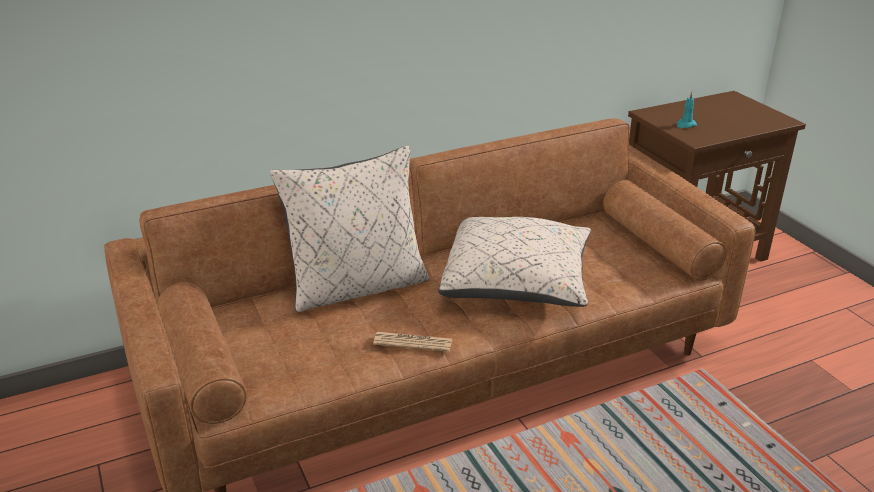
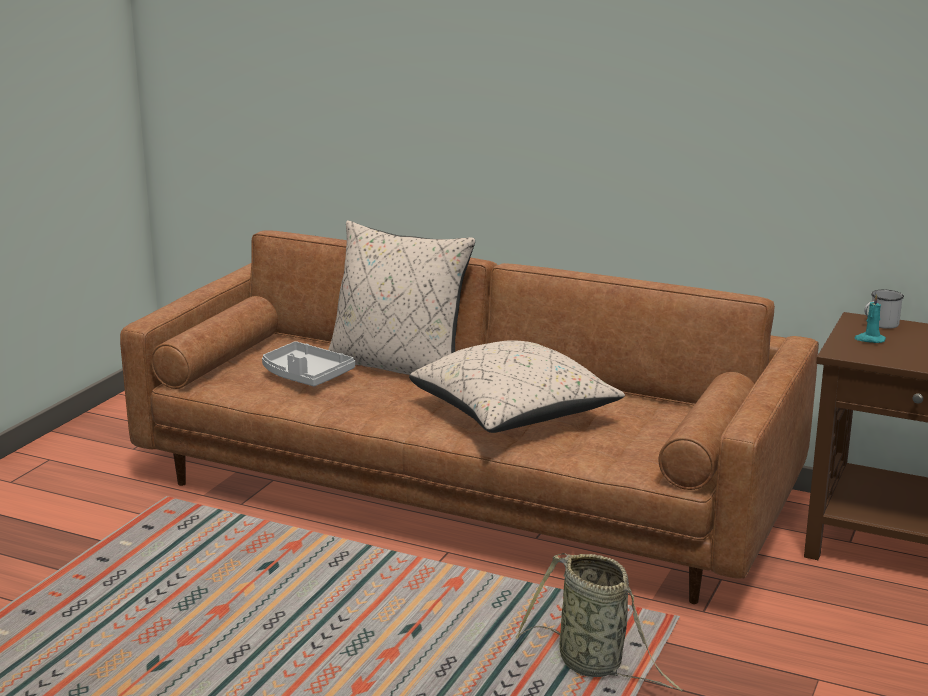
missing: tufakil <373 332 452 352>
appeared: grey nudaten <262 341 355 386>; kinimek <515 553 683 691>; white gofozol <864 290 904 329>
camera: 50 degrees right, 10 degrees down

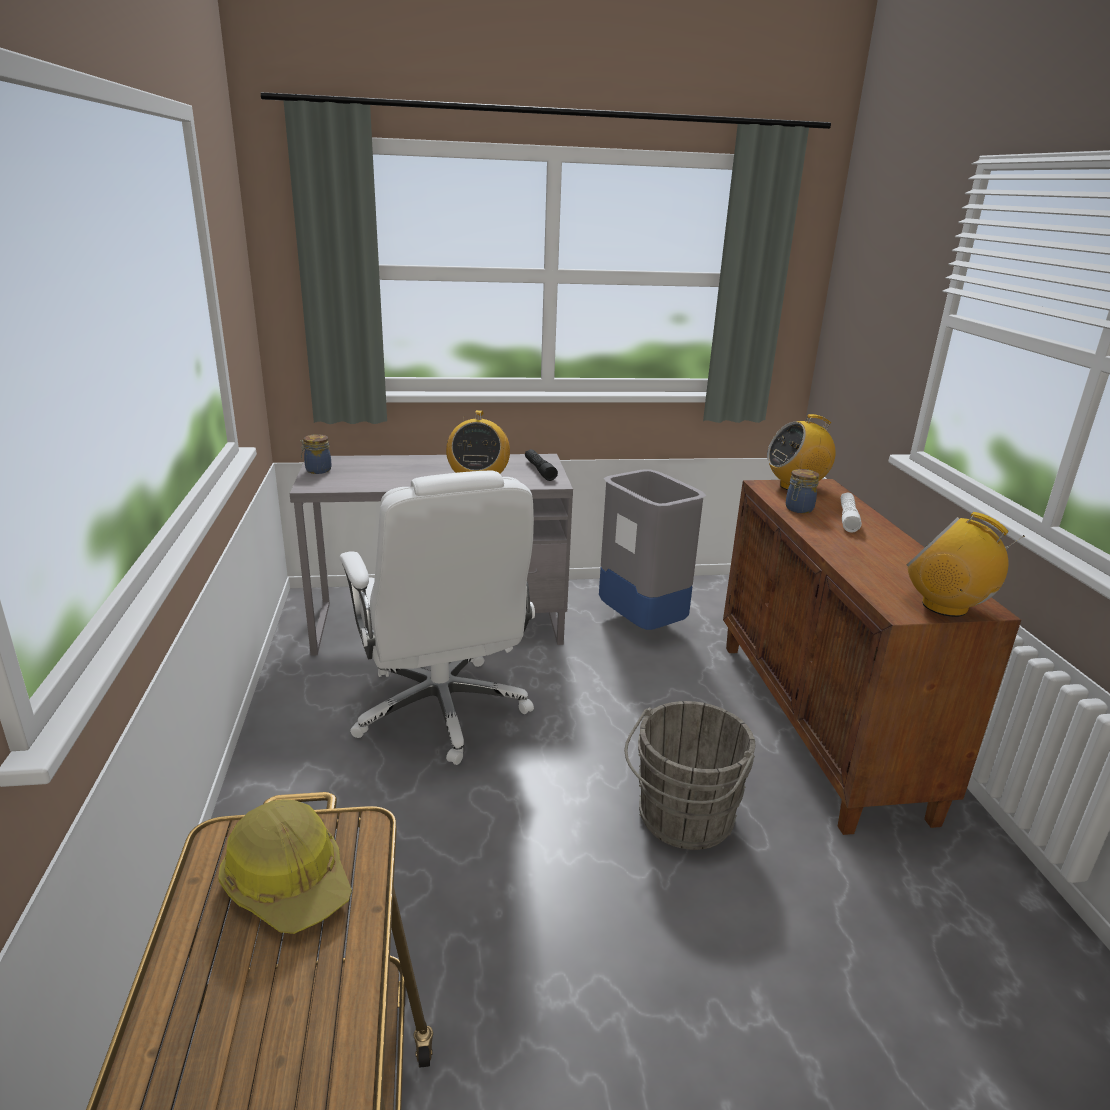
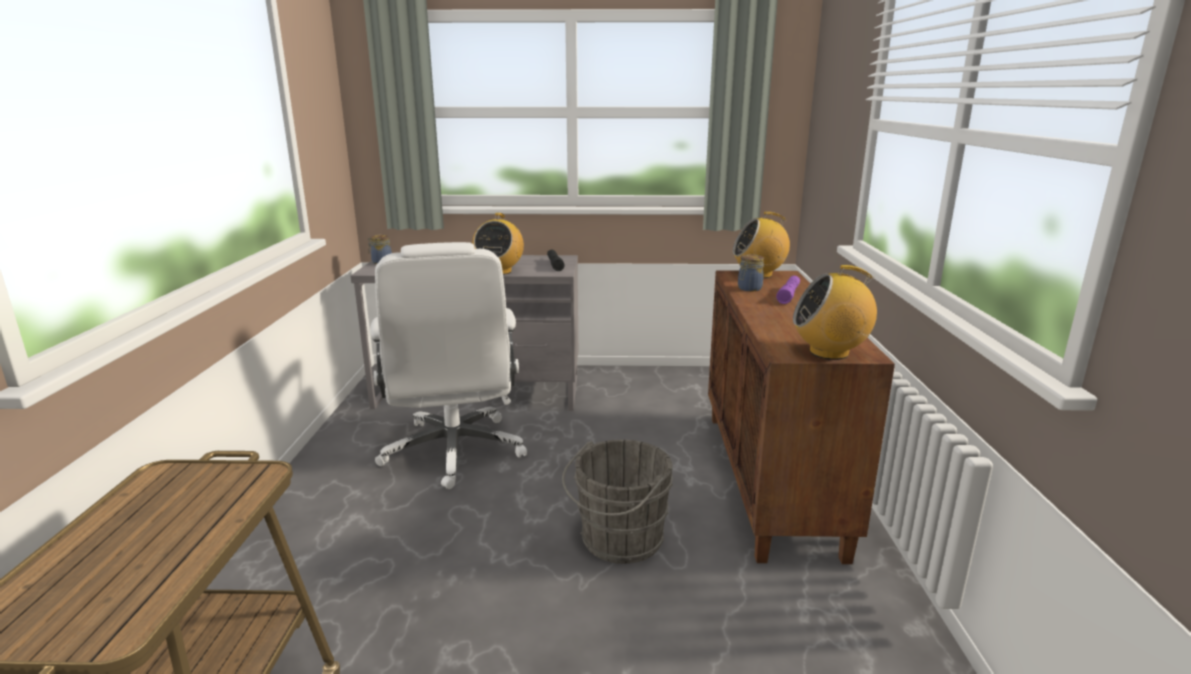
missing: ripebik <218 799 352 934>; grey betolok <599 469 707 630>
colour: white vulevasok <841 493 862 532> to purple vulevasok <776 276 800 304>
spun: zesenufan <907 512 1025 617> = <793 265 877 360> 45 degrees counterclockwise
camera: 10 degrees right, 5 degrees down

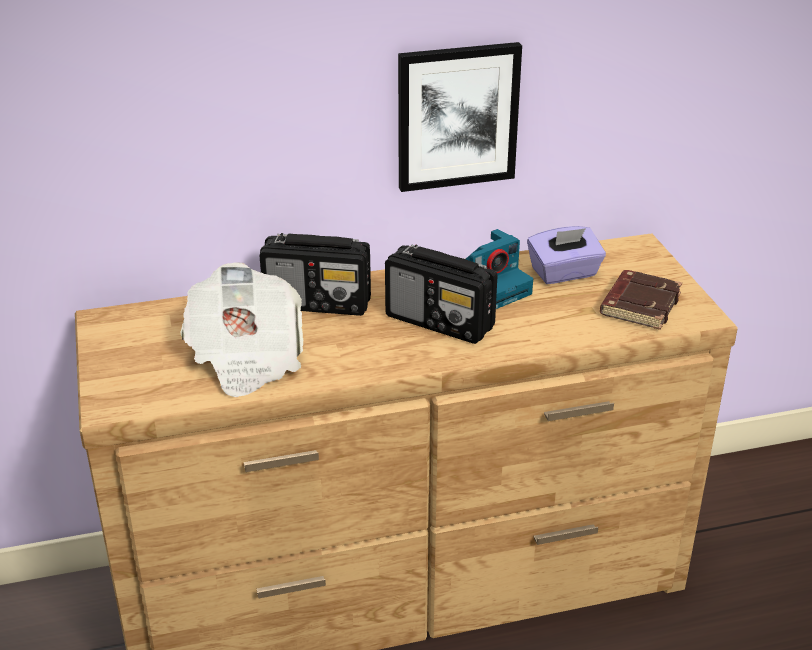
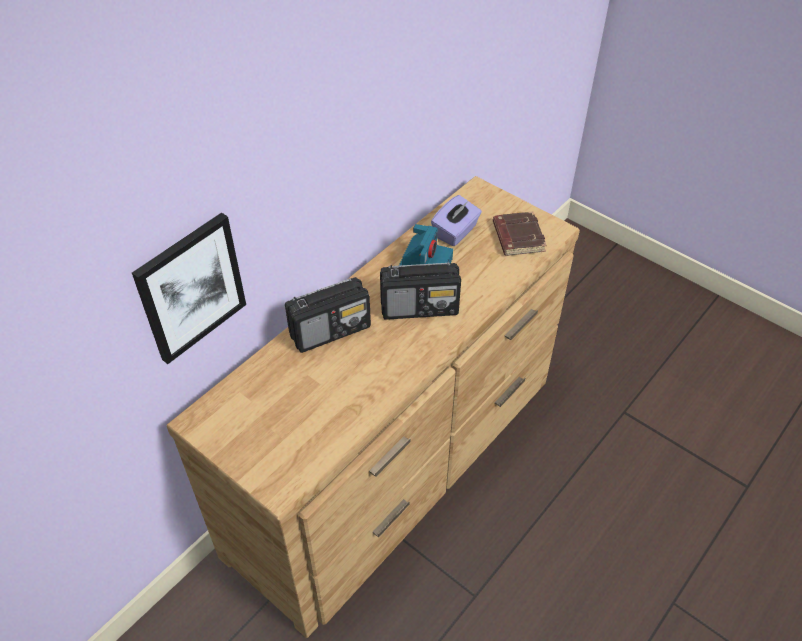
missing: tufakil <180 263 303 397>
relocated: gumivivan <398 42 522 192> to <132 213 246 364>
camera: 35 degrees left, 15 degrees up

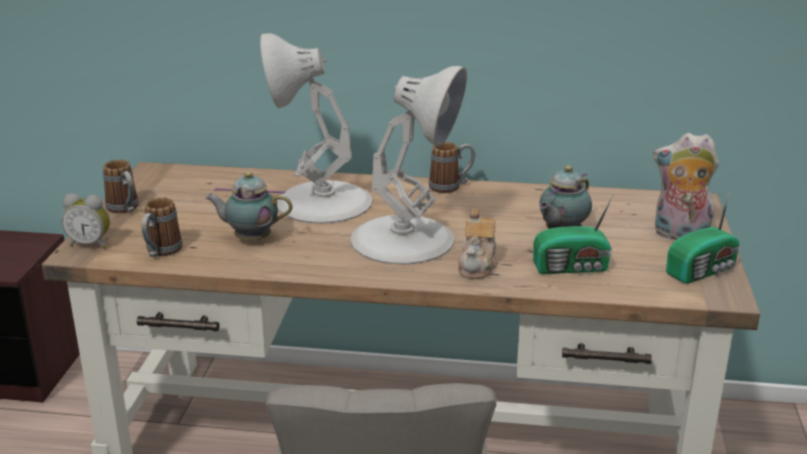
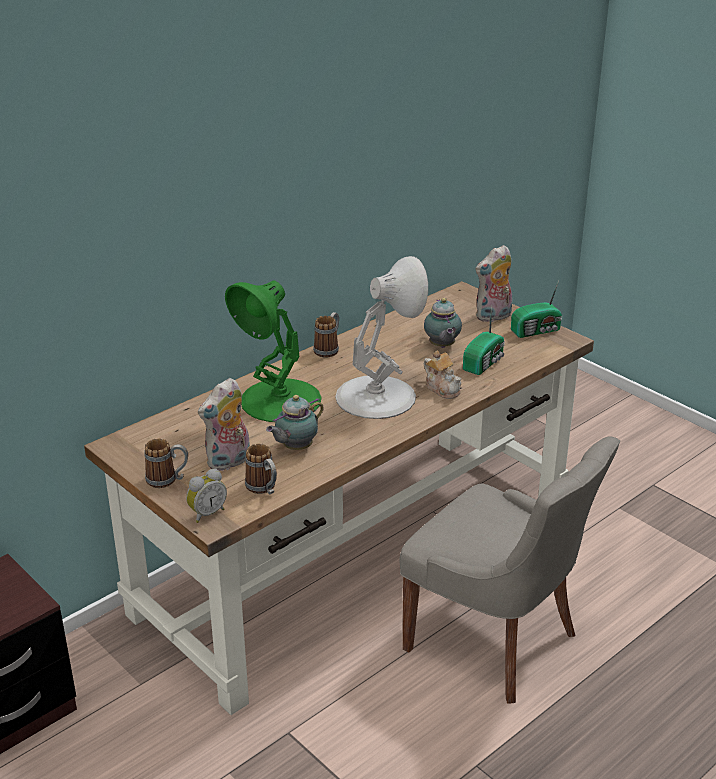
appeared: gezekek <198 378 250 472>
colour: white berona <260 33 372 223> to green berona <225 281 322 422>
spun: zesenufan <666 191 740 284> = <511 280 563 338> 60 degrees clockwise
camera: 50 degrees left, 5 degrees up

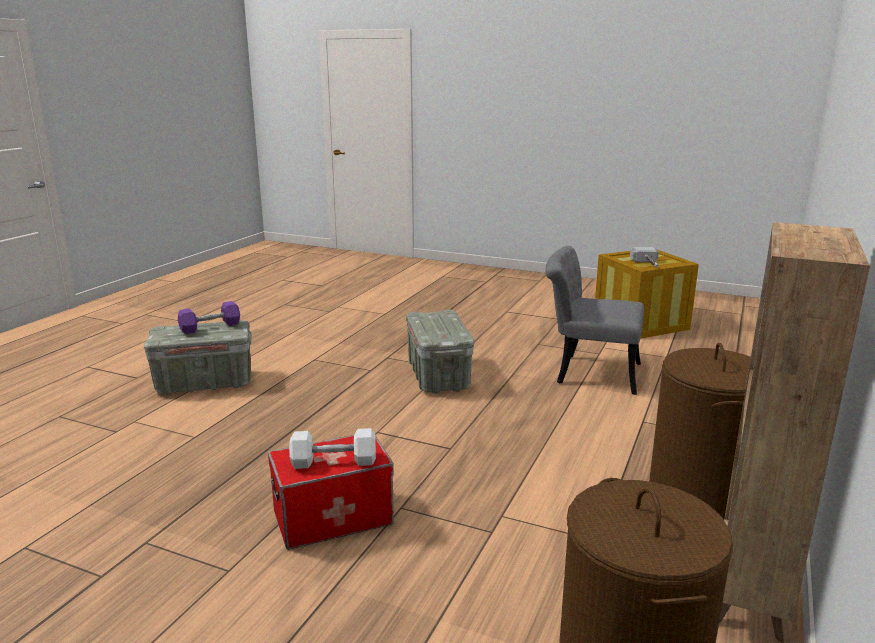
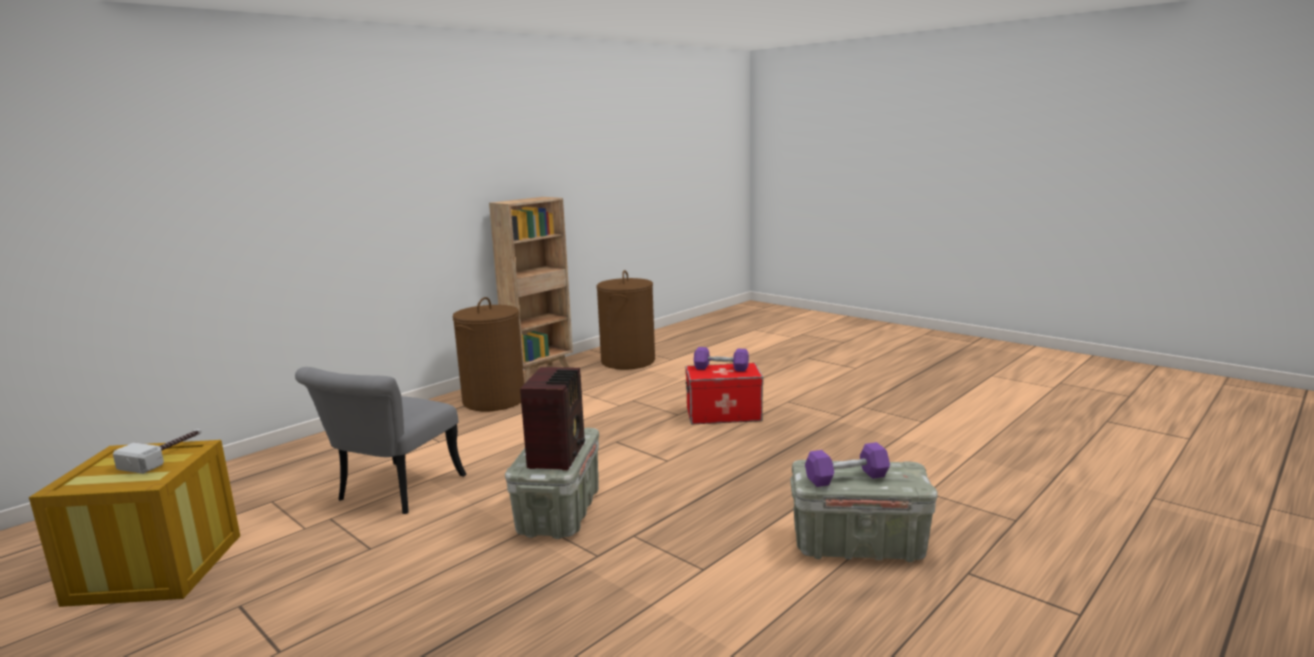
appeared: zesenufan <520 367 585 471>
colour: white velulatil <289 428 376 469> to purple velulatil <694 347 749 372>
spun: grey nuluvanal <545 246 644 395> = <295 367 467 514> 75 degrees clockwise
camera: 160 degrees left, 5 degrees down

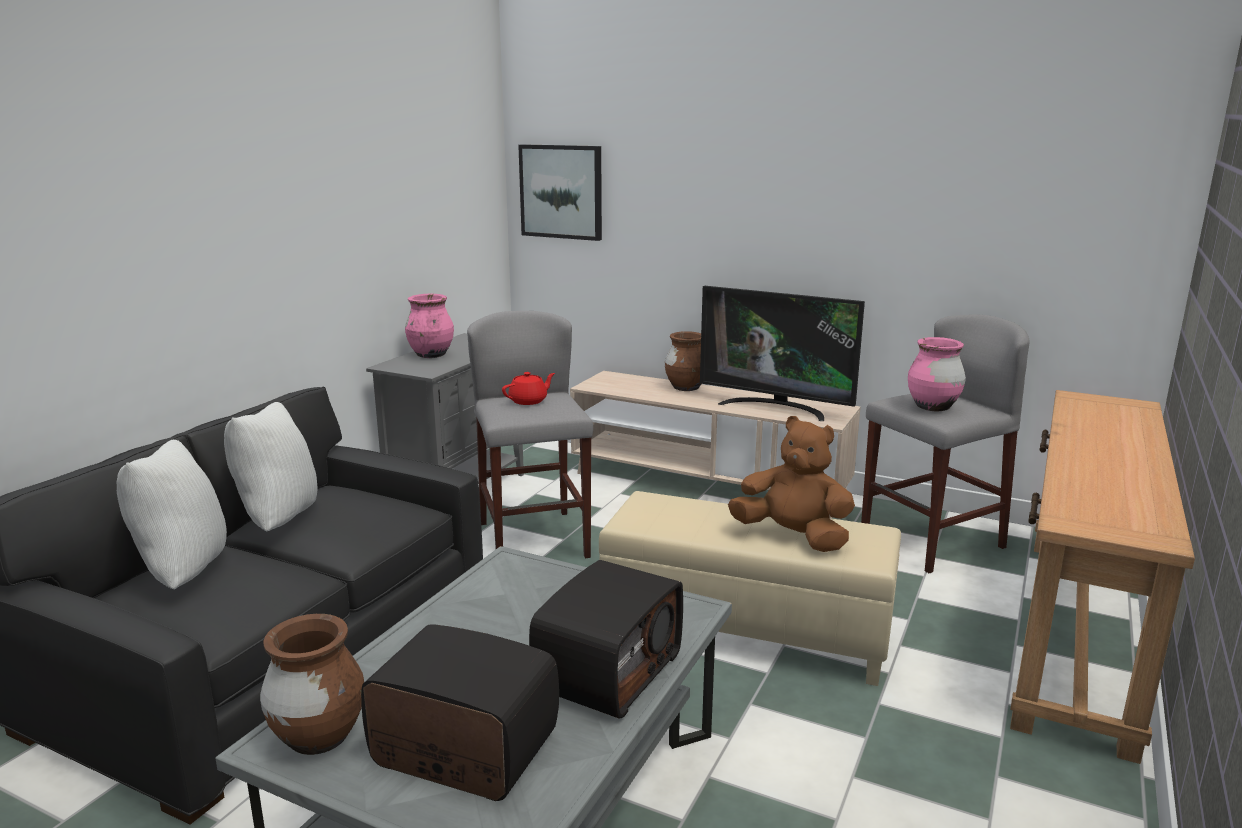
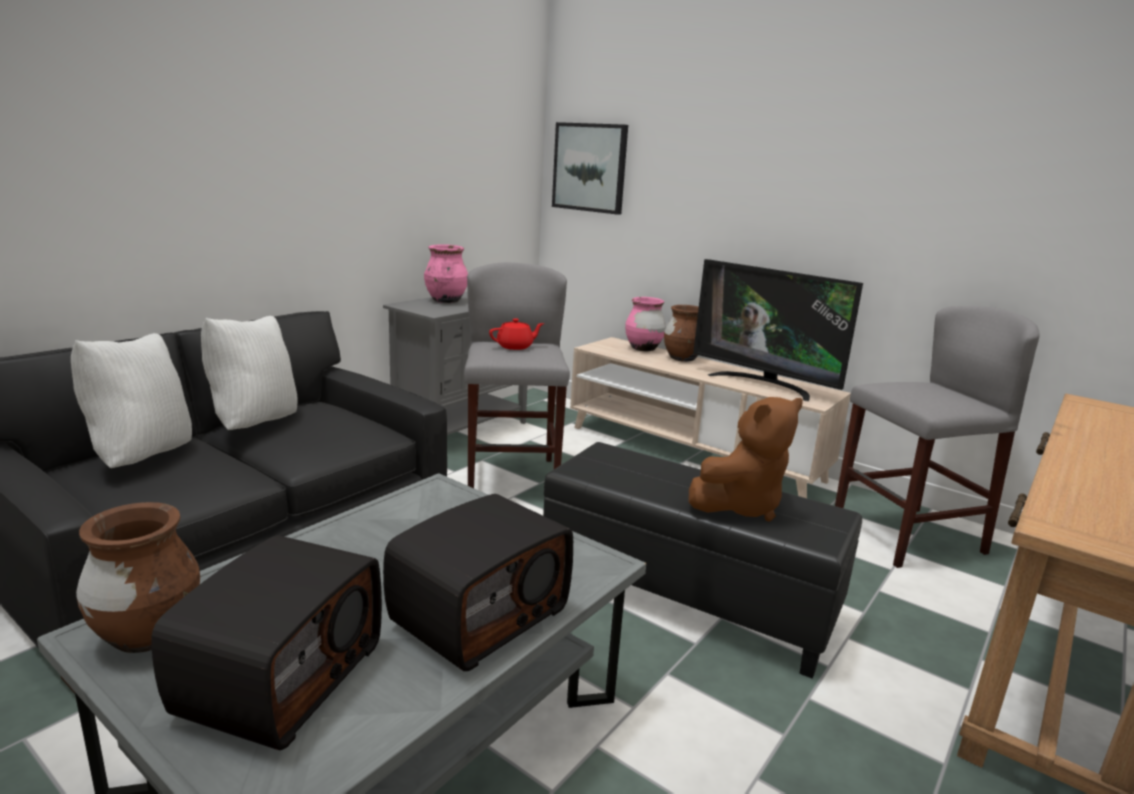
relocated: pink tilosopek <908 337 966 411> to <625 297 666 351>
colour: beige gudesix <599 491 901 686> to black gudesix <543 442 862 679>
spun: zesenufan <361 624 559 801> = <152 535 382 750> 75 degrees clockwise; brown gezekek <728 416 855 552> = <689 397 803 522> 105 degrees clockwise
camera: 10 degrees right, 0 degrees up

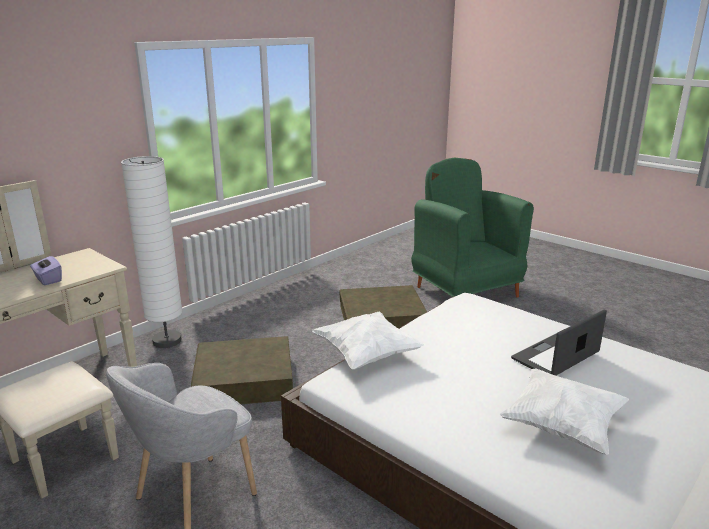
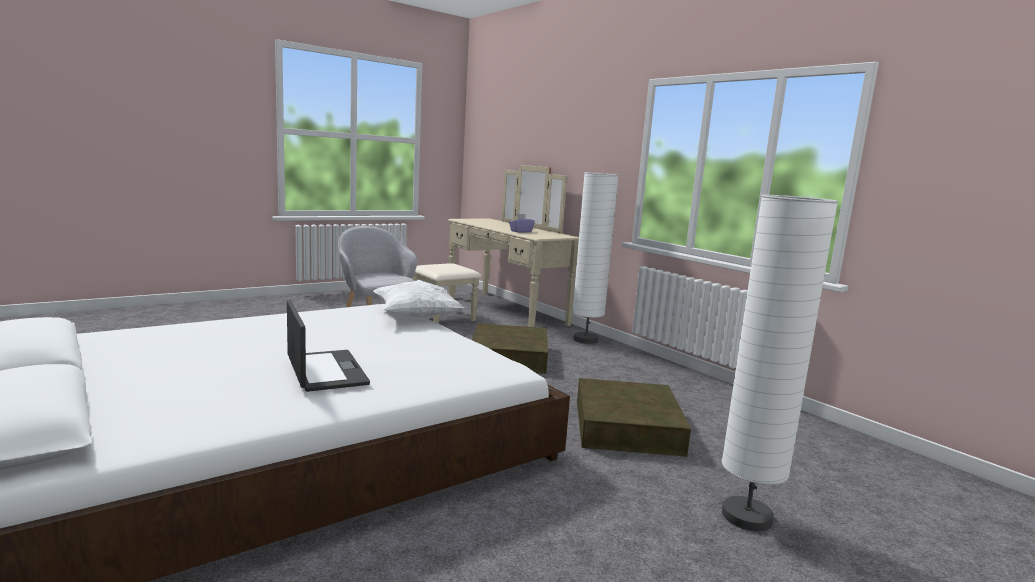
missing: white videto <499 368 629 455>
exchanged: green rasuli <411 158 534 297> to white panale <722 195 838 531>
camera: 100 degrees right, 10 degrees down

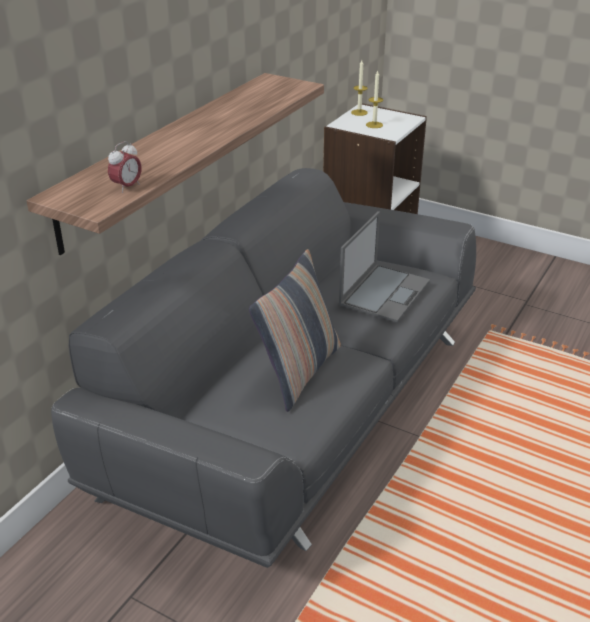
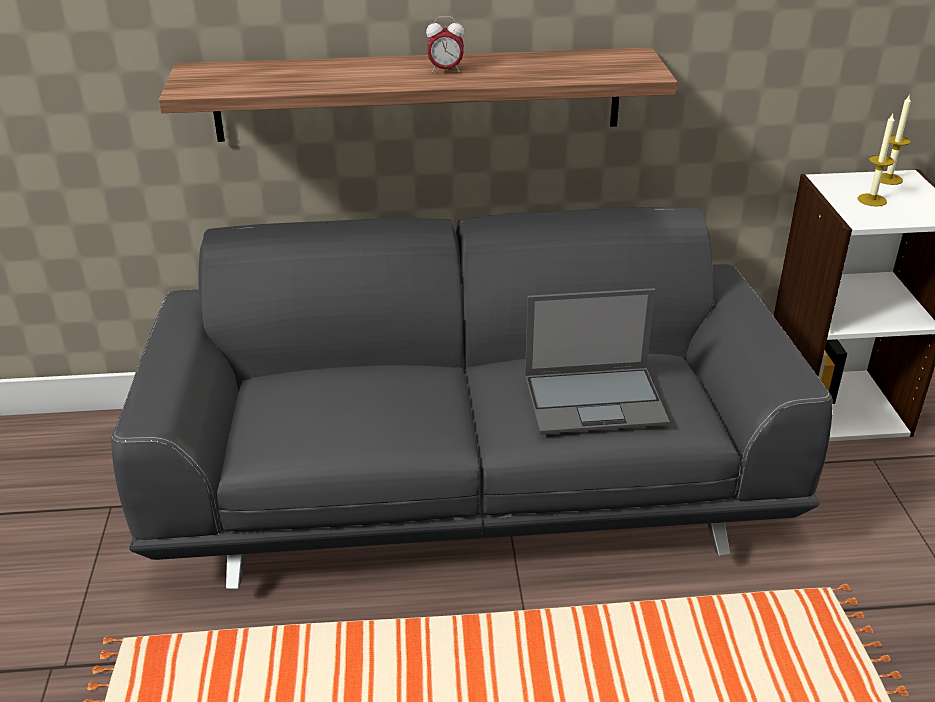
missing: videto <249 249 341 412>
relocated: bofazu <108 141 142 193> to <426 17 464 73>
camera: 55 degrees right, 0 degrees up

